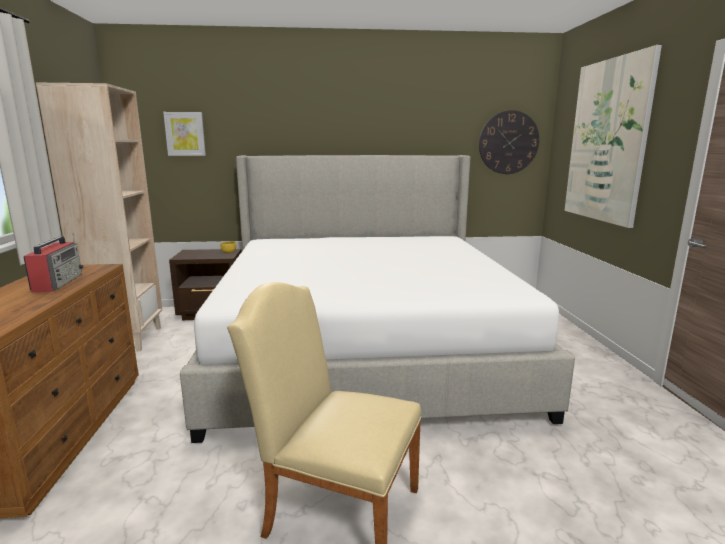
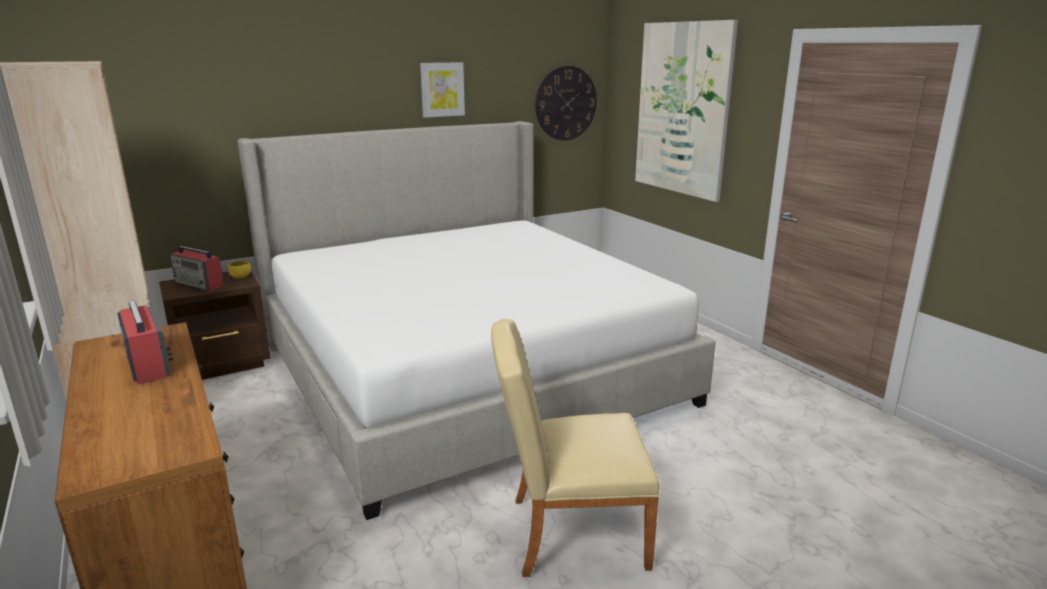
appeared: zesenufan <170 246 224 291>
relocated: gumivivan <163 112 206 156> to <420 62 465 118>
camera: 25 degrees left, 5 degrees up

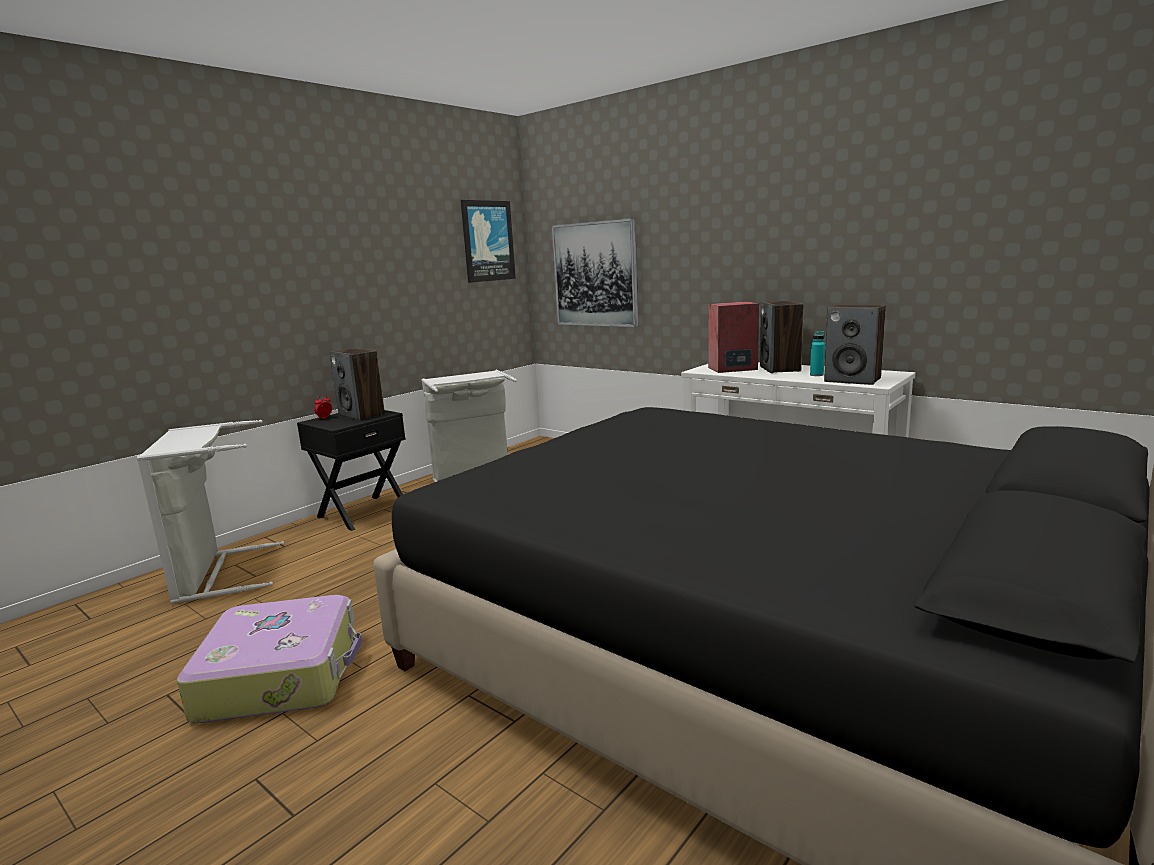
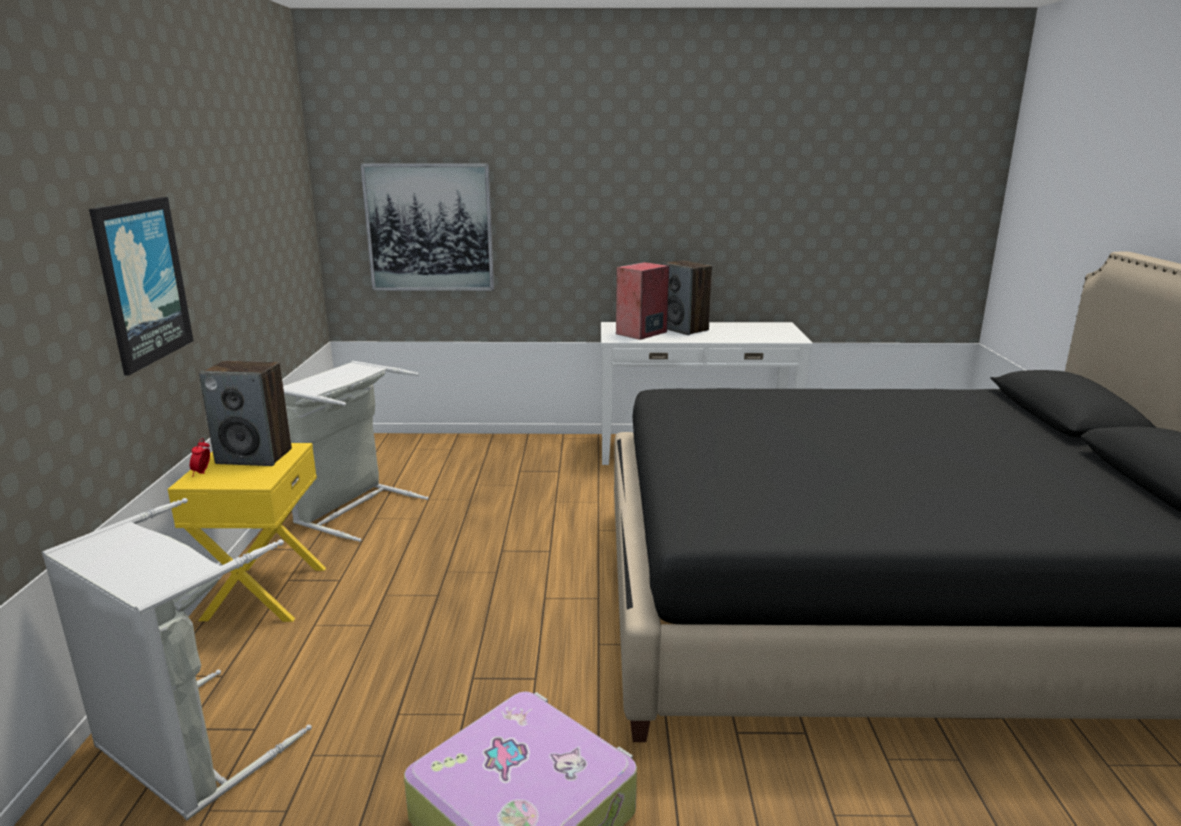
missing: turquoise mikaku <810 331 825 376>; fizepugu <824 305 886 385>
relocated: gumivivan <461 200 516 283> to <89 197 193 375>
colour: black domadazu <297 410 406 531> to yellow domadazu <168 443 326 622>
camera: 40 degrees left, 5 degrees up

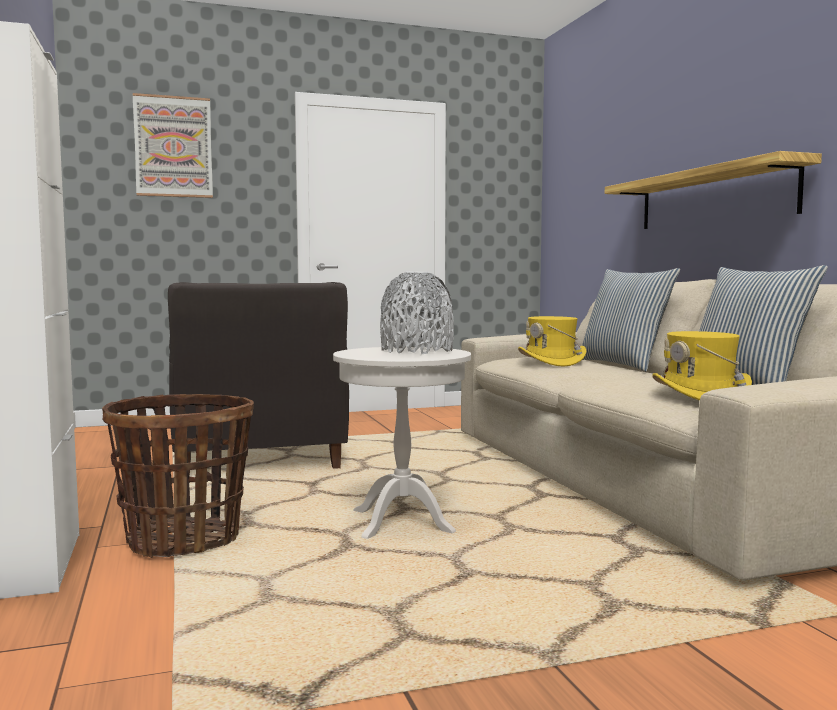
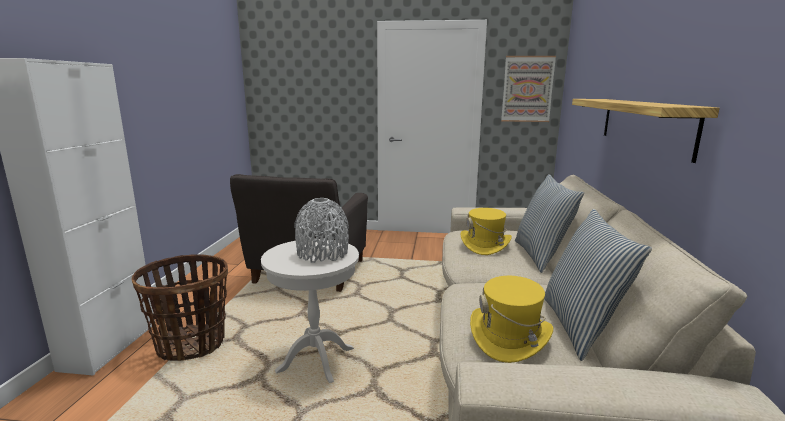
relocated: gumivivan <133 93 213 198> to <501 56 556 122>
camera: 25 degrees right, 10 degrees up

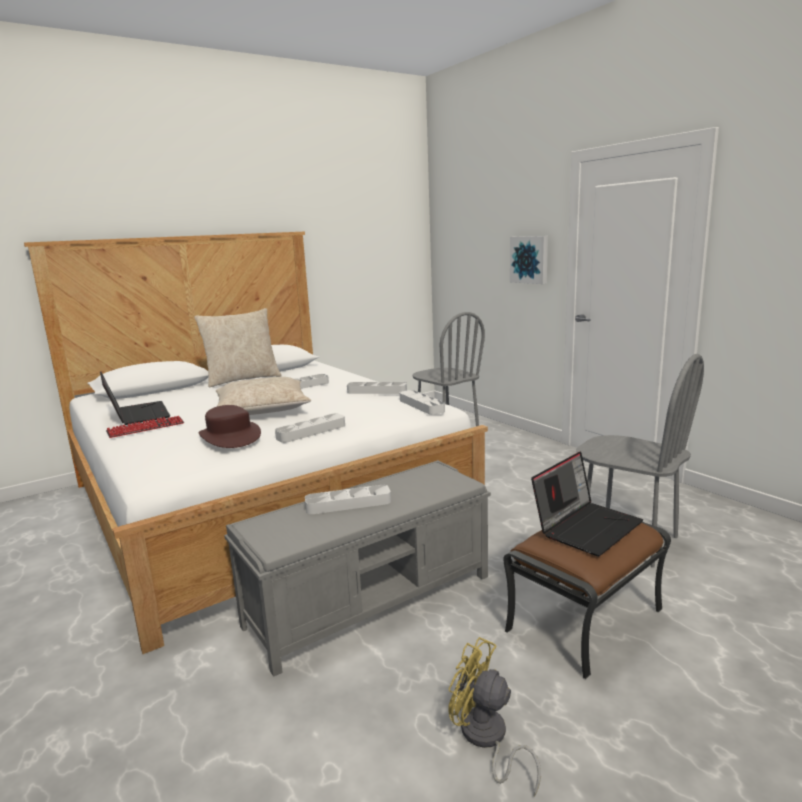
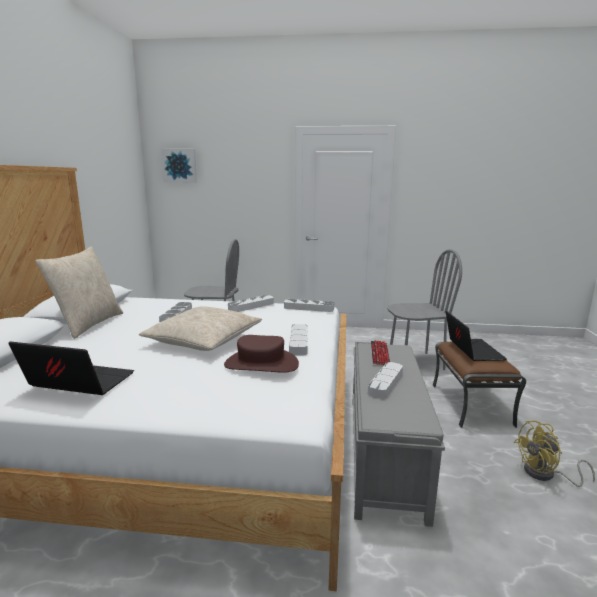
relocated: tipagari <106 416 184 438> to <371 340 390 365>; gumivivan <510 236 548 284> to <162 148 197 183>
camera: 50 degrees left, 0 degrees up

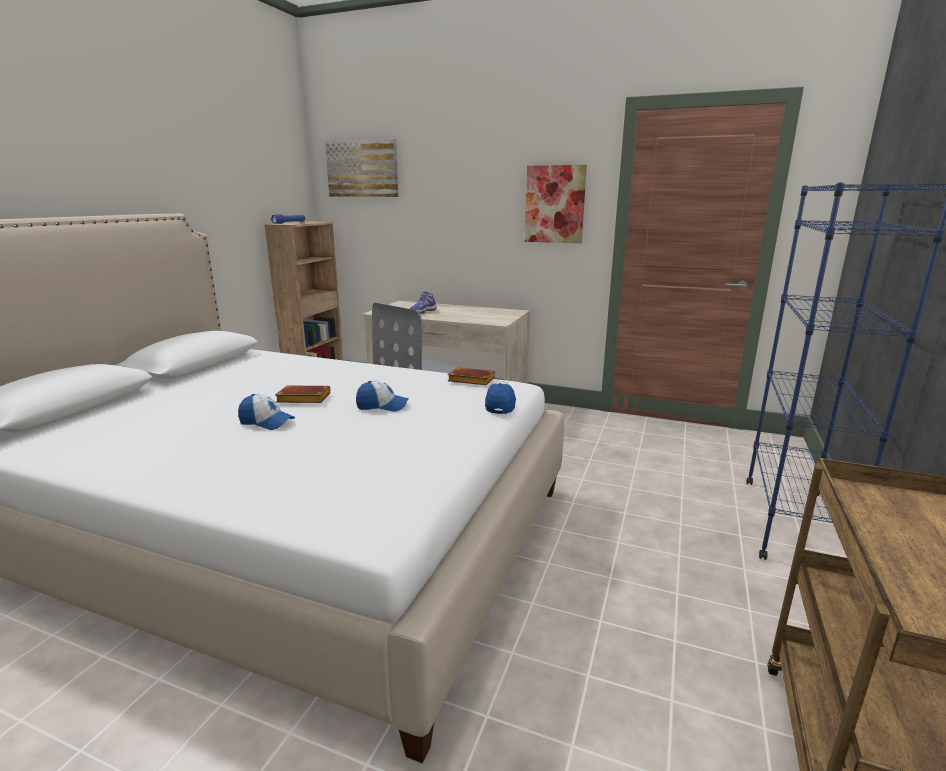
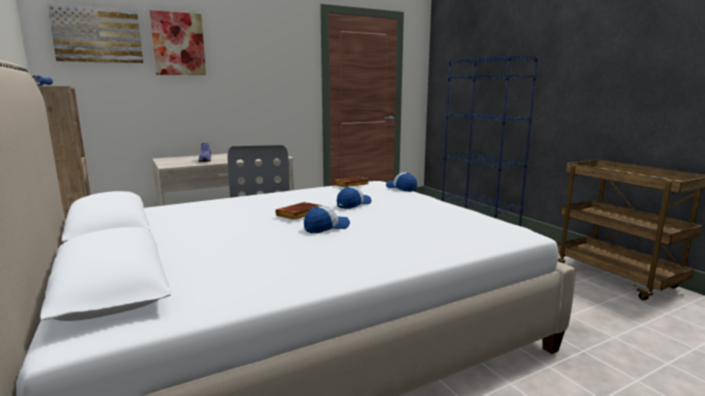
relocated: gumivivan <525 165 587 243> to <149 10 206 75>
camera: 50 degrees left, 5 degrees down

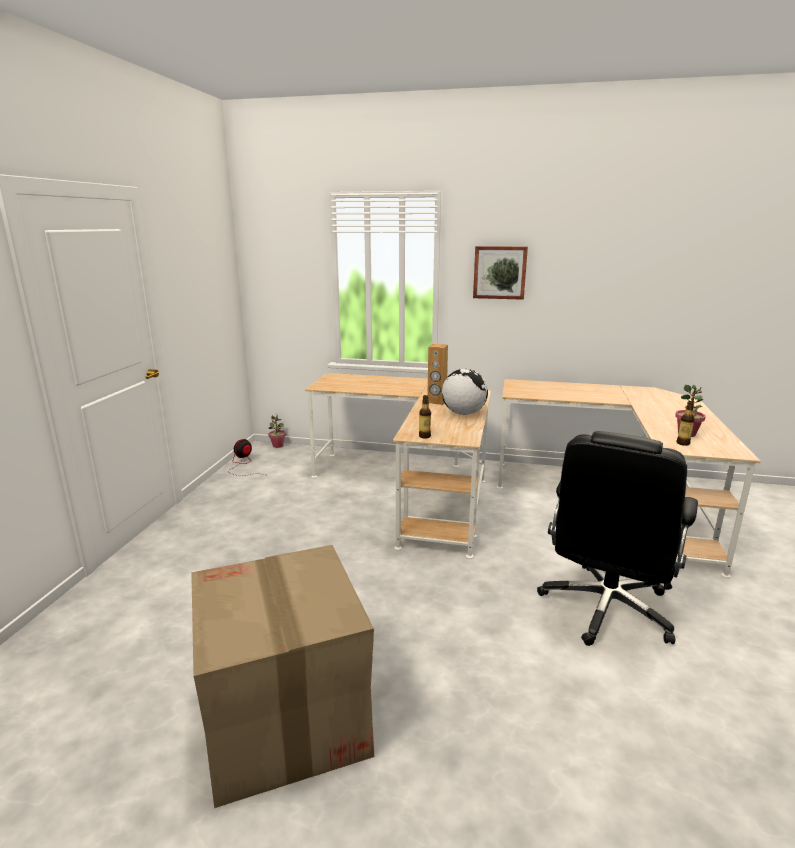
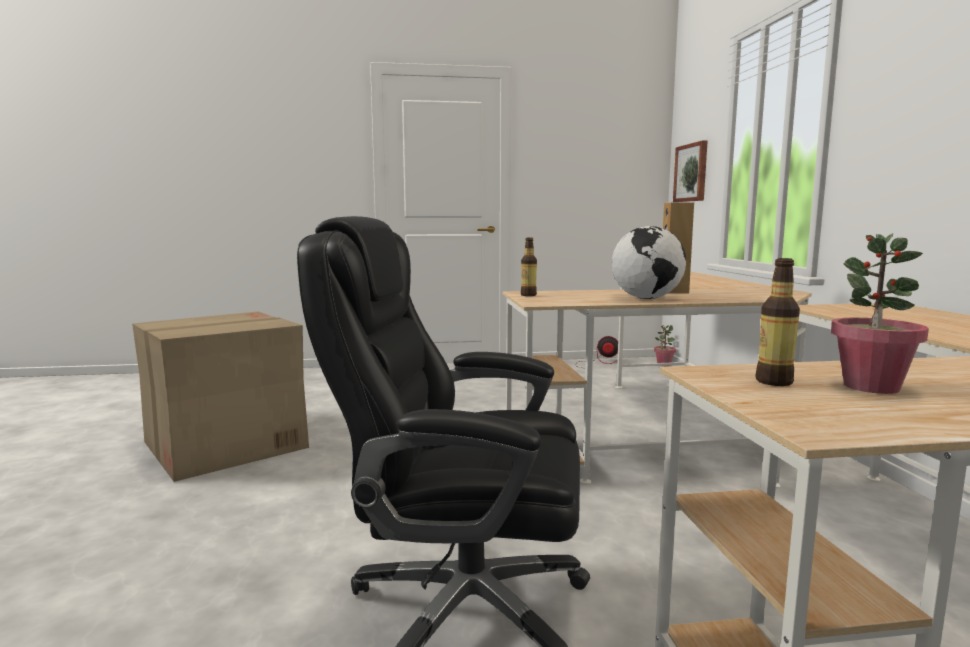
relocated: gumivivan <473 246 528 300> to <673 140 708 202>
camera: 70 degrees right, 10 degrees down

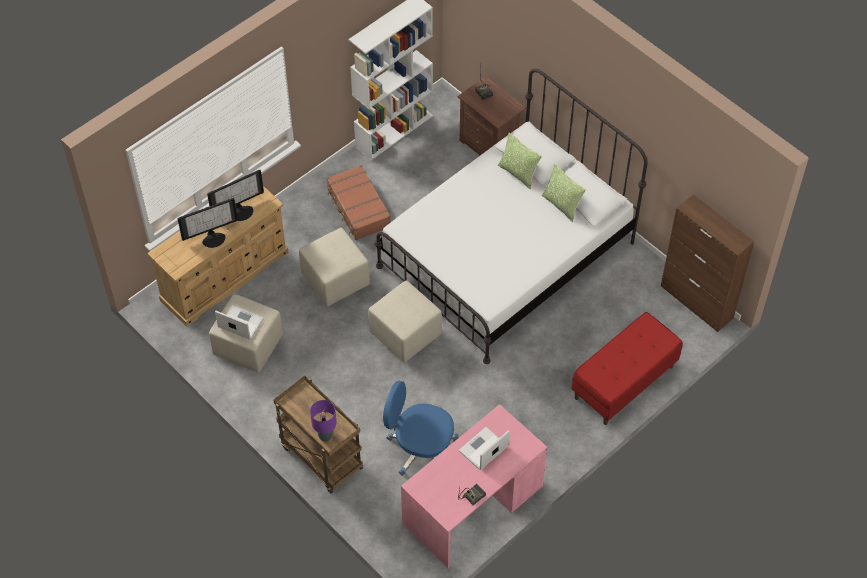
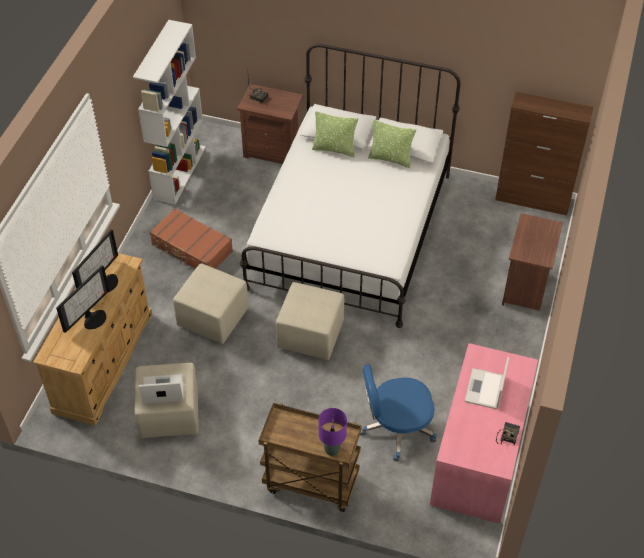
exchanged: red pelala <572 312 683 425> to brown domadazu <502 213 563 311>
camera: 30 degrees left, 5 degrees down

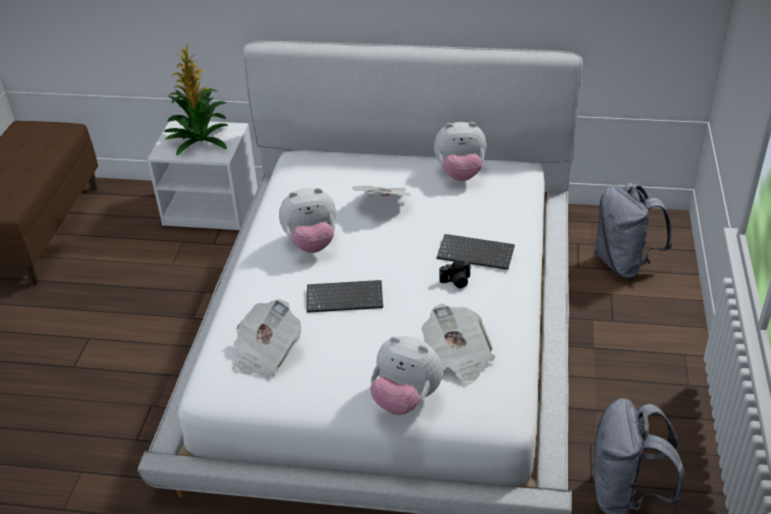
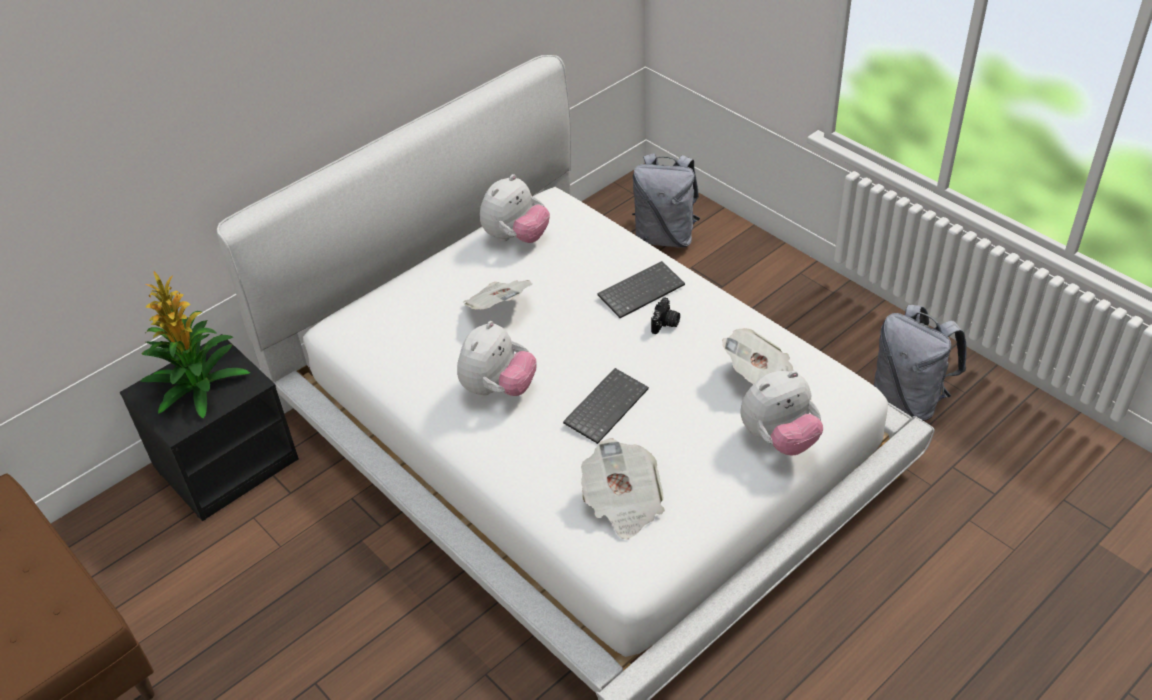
colour: white domadazu <147 120 258 230> to black domadazu <120 334 299 521>
camera: 50 degrees left, 5 degrees up

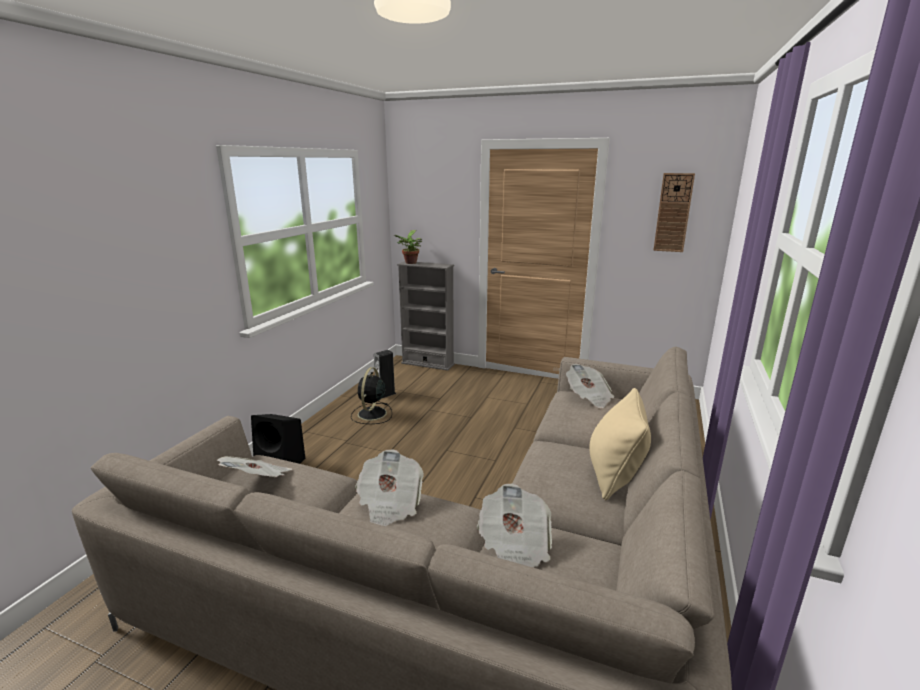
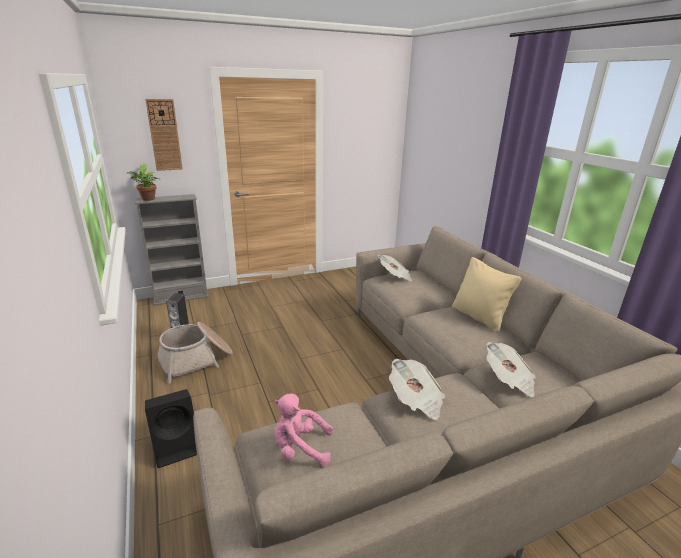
relocated: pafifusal <653 173 695 252> to <145 99 183 171>
exchanged: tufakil <217 456 292 477> to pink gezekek <274 394 333 466>; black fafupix <351 367 392 424> to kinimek <157 322 233 384>
camera: 45 degrees left, 5 degrees up

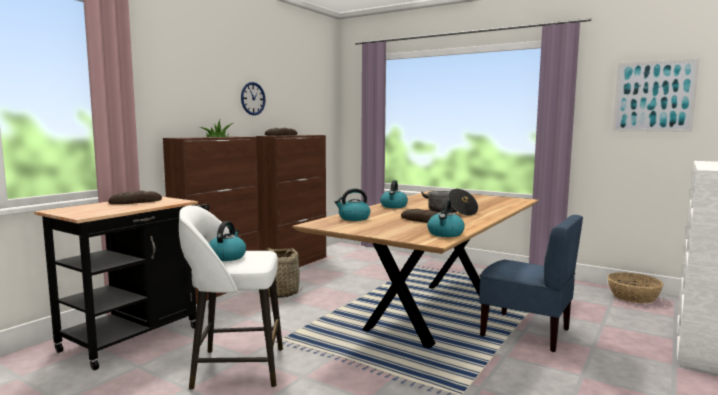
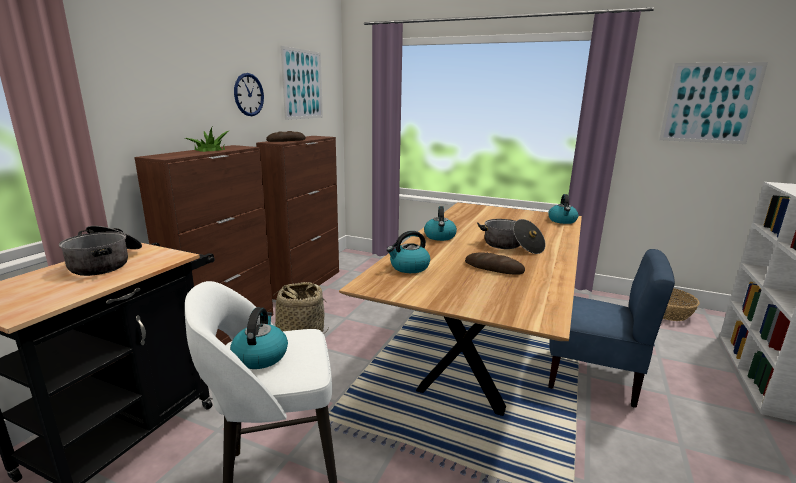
appeared: gumivivan <281 46 323 120>
relocated: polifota <427 199 465 237> to <548 194 579 224>
exchanged: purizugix <108 191 162 204> to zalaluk <59 226 142 276>
camera: 10 degrees left, 10 degrees up

